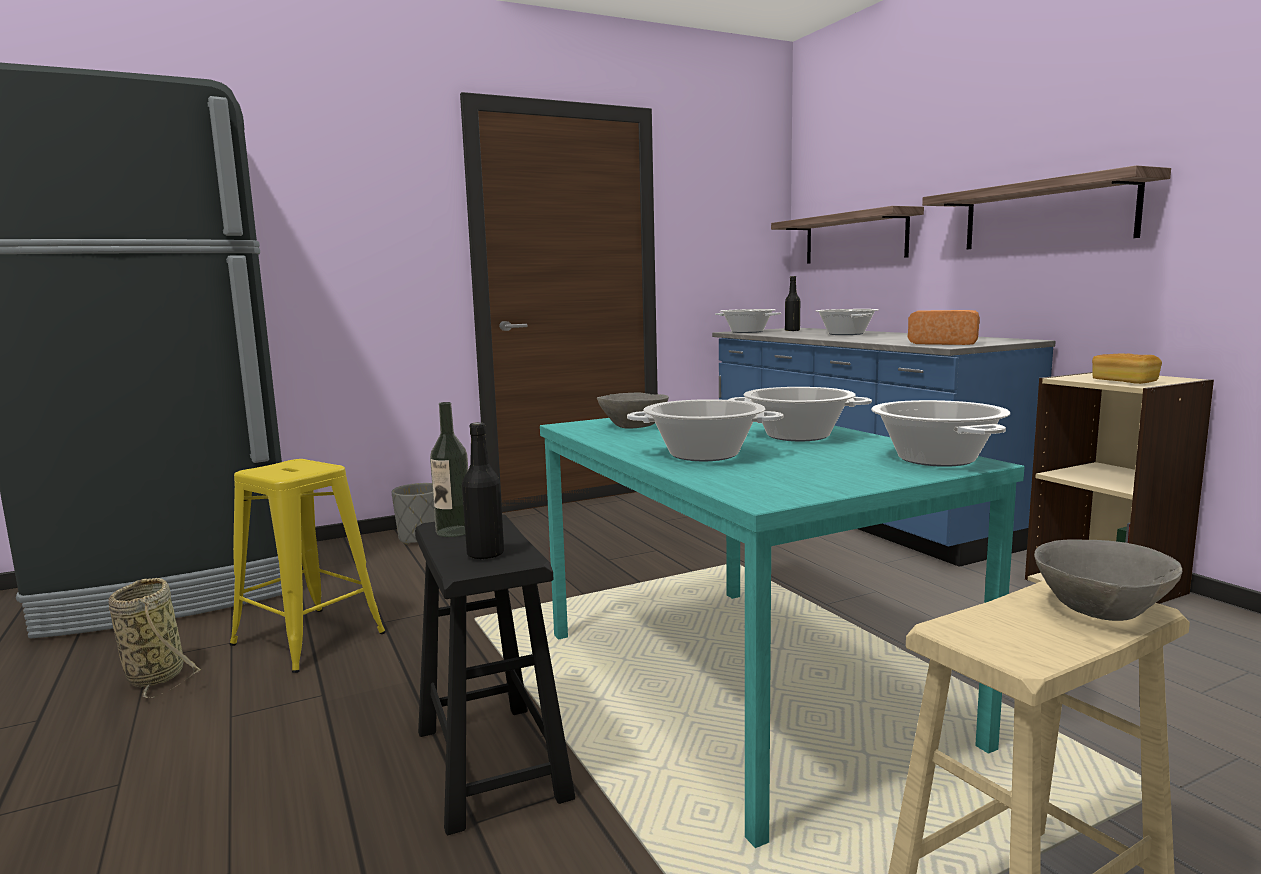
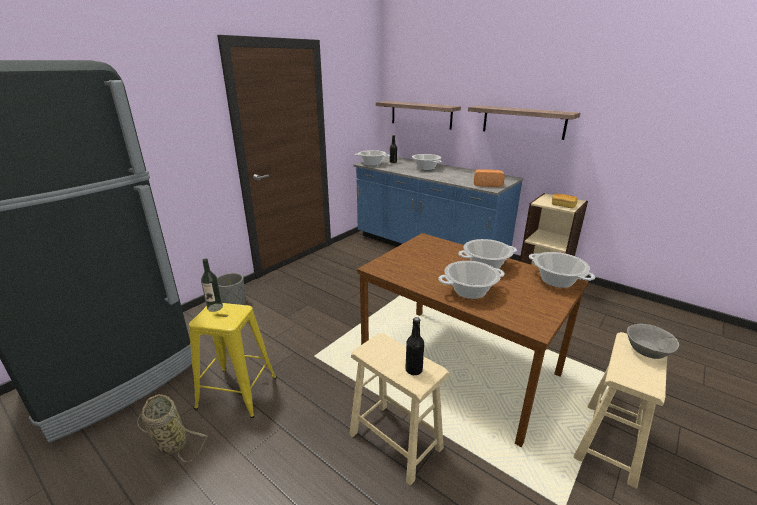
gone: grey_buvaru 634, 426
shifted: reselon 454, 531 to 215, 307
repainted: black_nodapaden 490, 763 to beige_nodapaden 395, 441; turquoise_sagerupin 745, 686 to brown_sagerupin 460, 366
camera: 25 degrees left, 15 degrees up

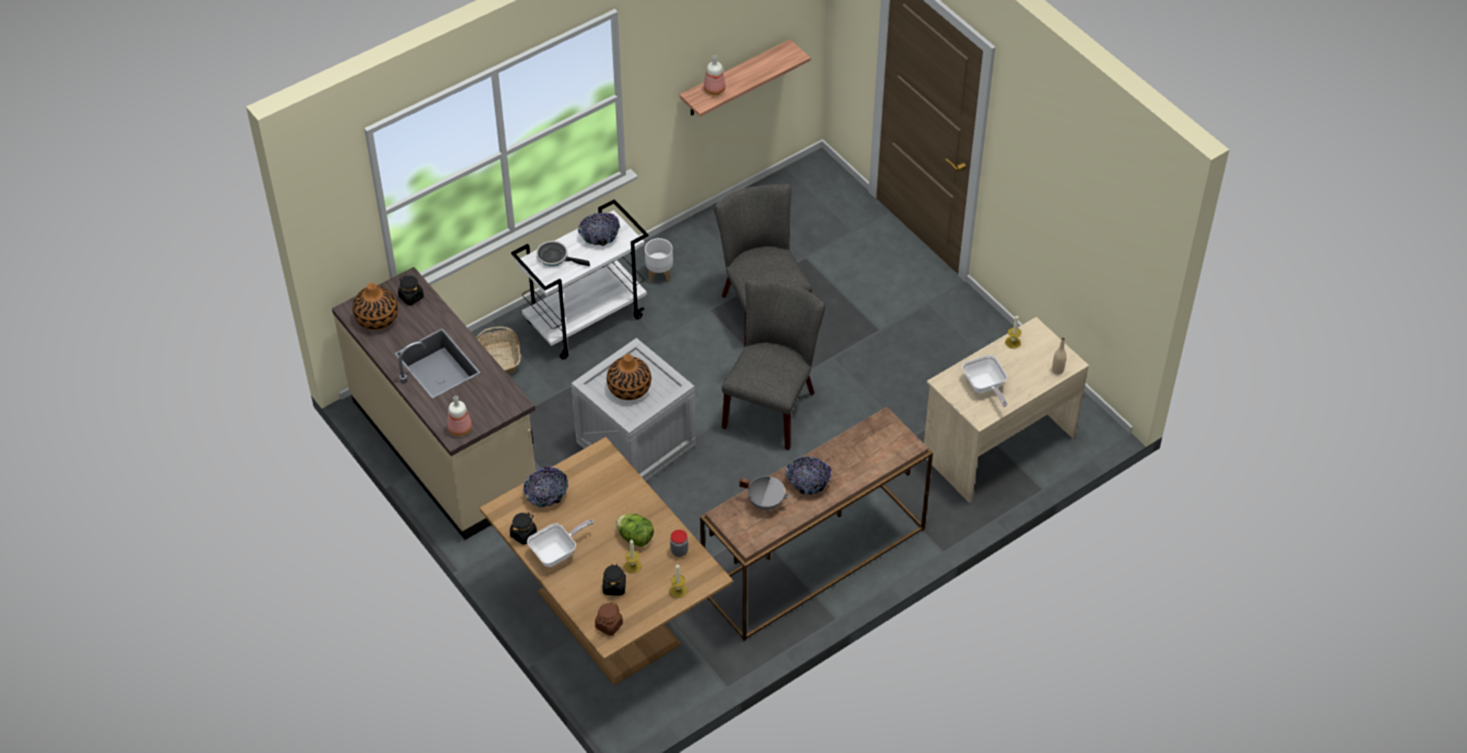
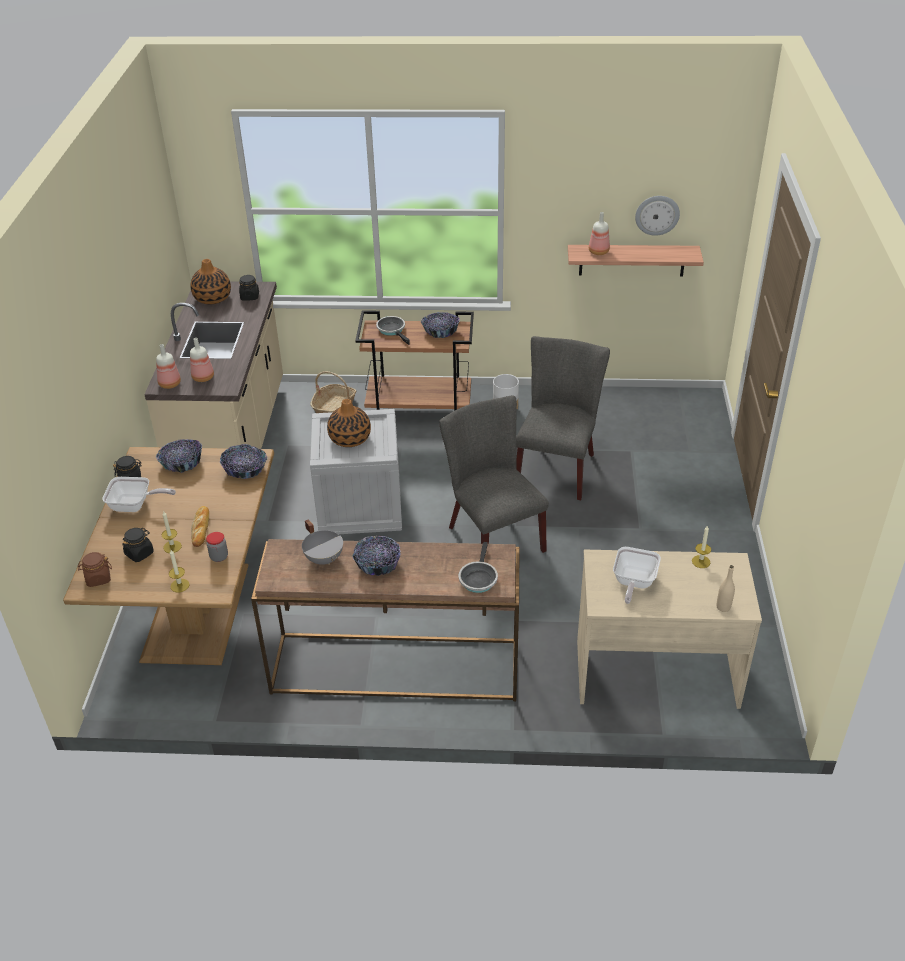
new: reselon 204, 377; buvaru 245, 469; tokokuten 478, 578; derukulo 657, 215
swapped: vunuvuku 635, 538 to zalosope 201, 528
repainted: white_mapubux 586, 319 to brown_mapubux 420, 412
rotated: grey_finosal 772, 405 = 491, 535 90 degrees counterclockwise
camera: 40 degrees right, 10 degrees down

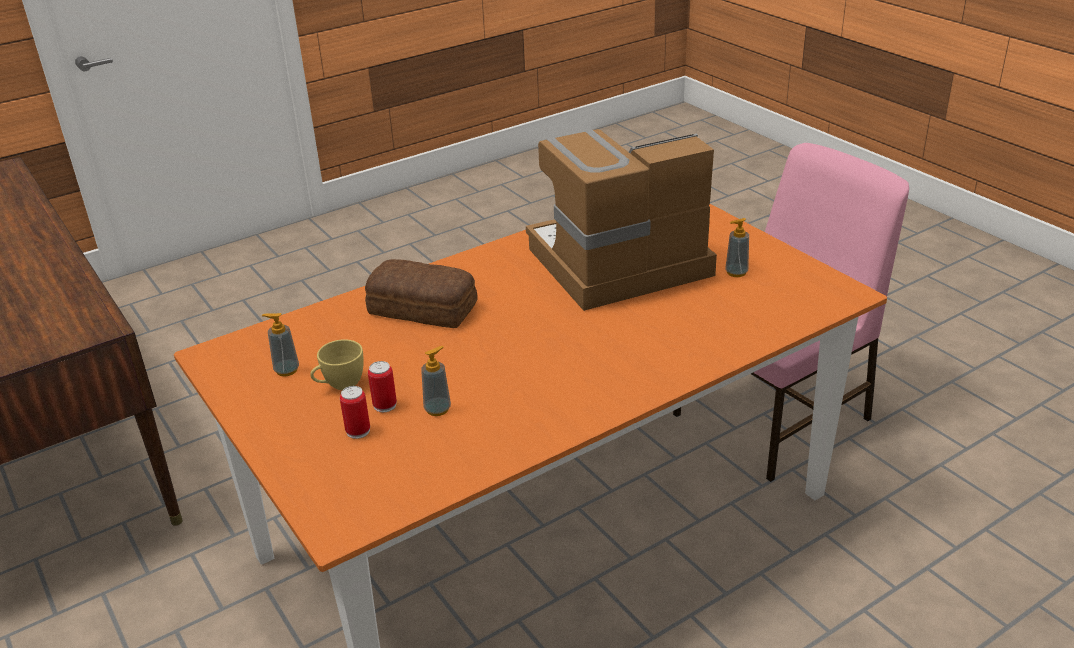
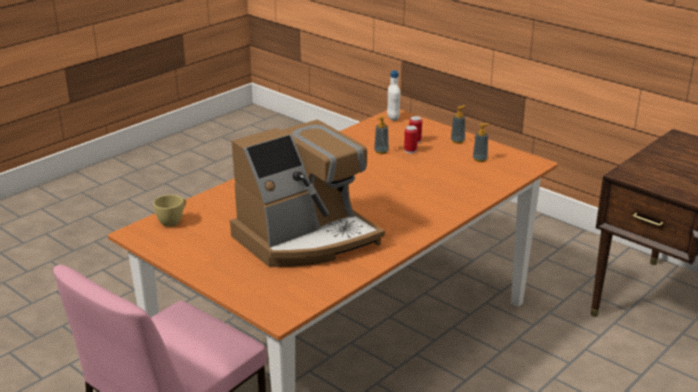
gone: zalosope 423, 309
new: white_reselon 393, 118
shifted: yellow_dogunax 339, 385 to 173, 221; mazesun 736, 272 to 457, 141
camera: 165 degrees right, 5 degrees down

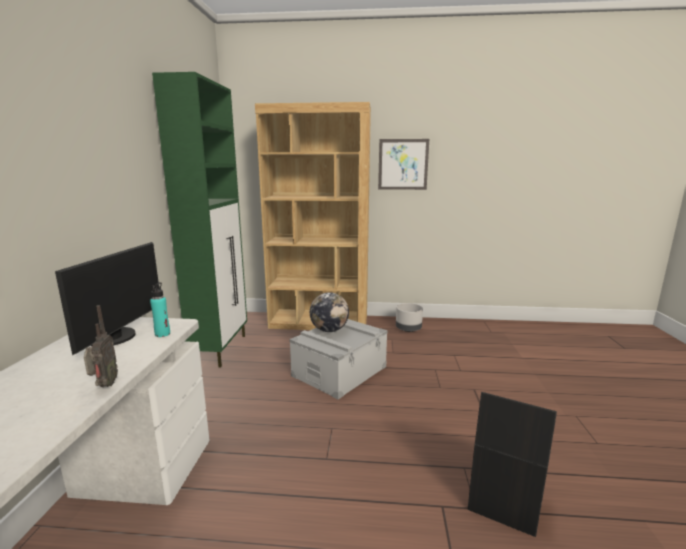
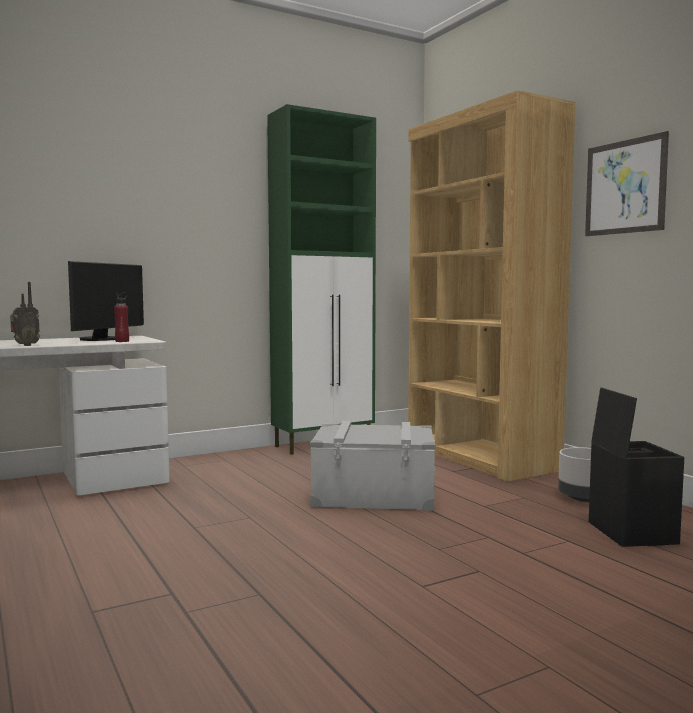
gone: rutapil 329, 330
shifted: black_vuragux 502, 503 to 630, 532
repainted: turquoise_reselon 162, 334 to red_reselon 122, 341
rotated: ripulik 116, 337 = 103, 339 45 degrees counterclockwise
camera: 55 degrees right, 10 degrees down

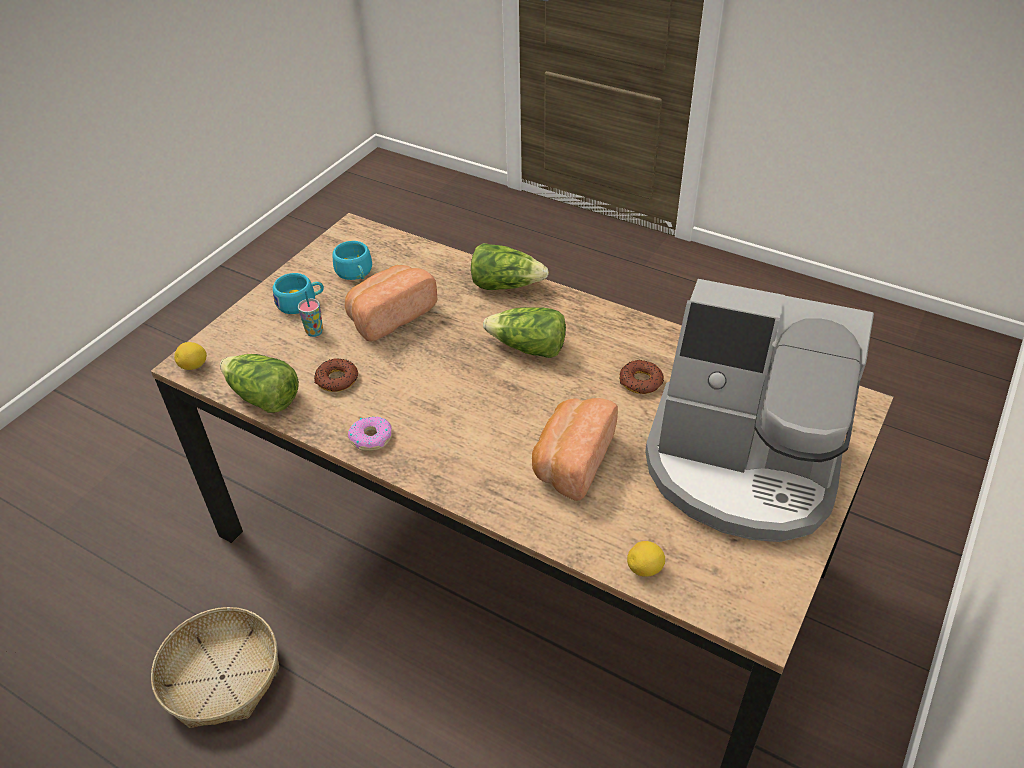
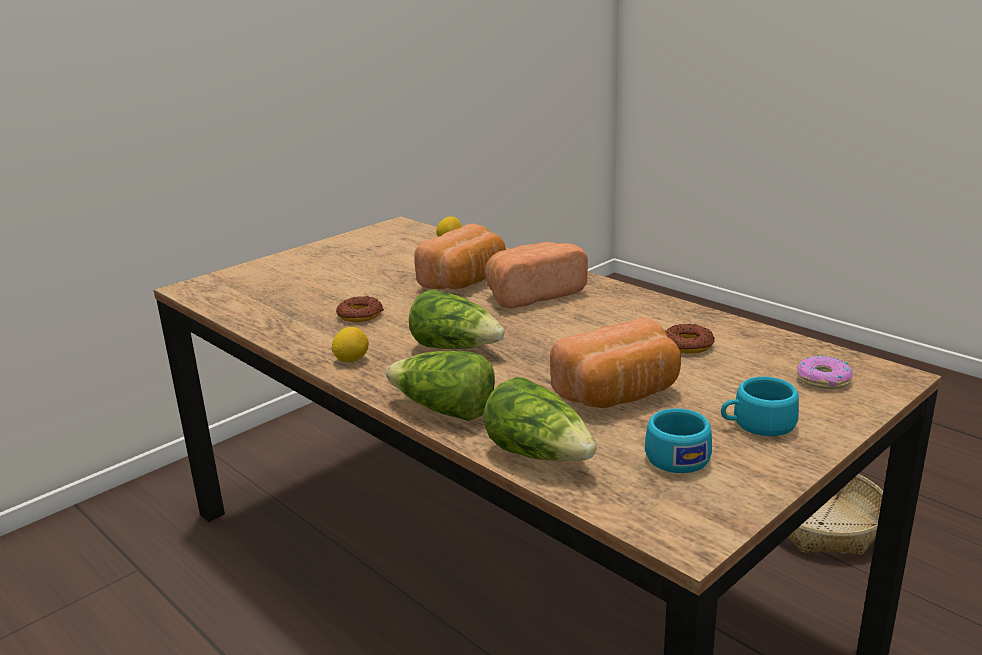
gone: dogunax 314, 332; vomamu 742, 466
new: zalosope 532, 294
shifted: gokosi 194, 366 to 351, 360; vunuvuku 263, 397 to 539, 455; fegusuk 371, 438 to 823, 380
camera: 165 degrees left, 20 degrees down

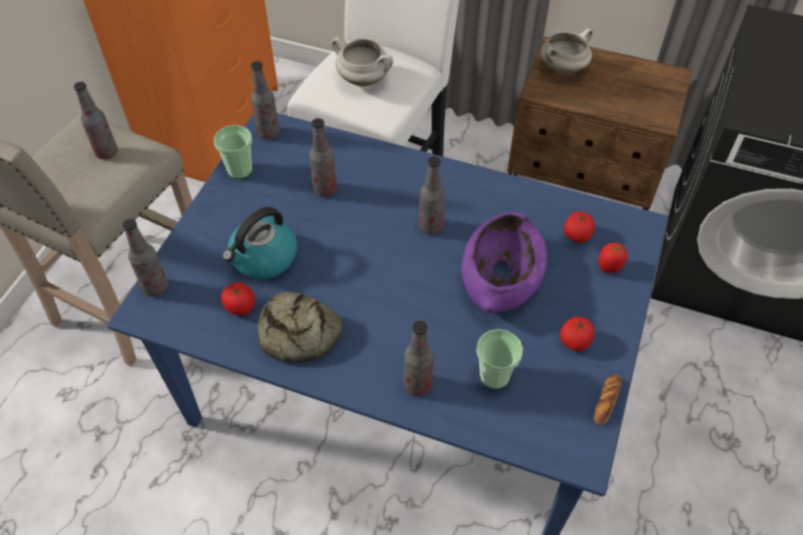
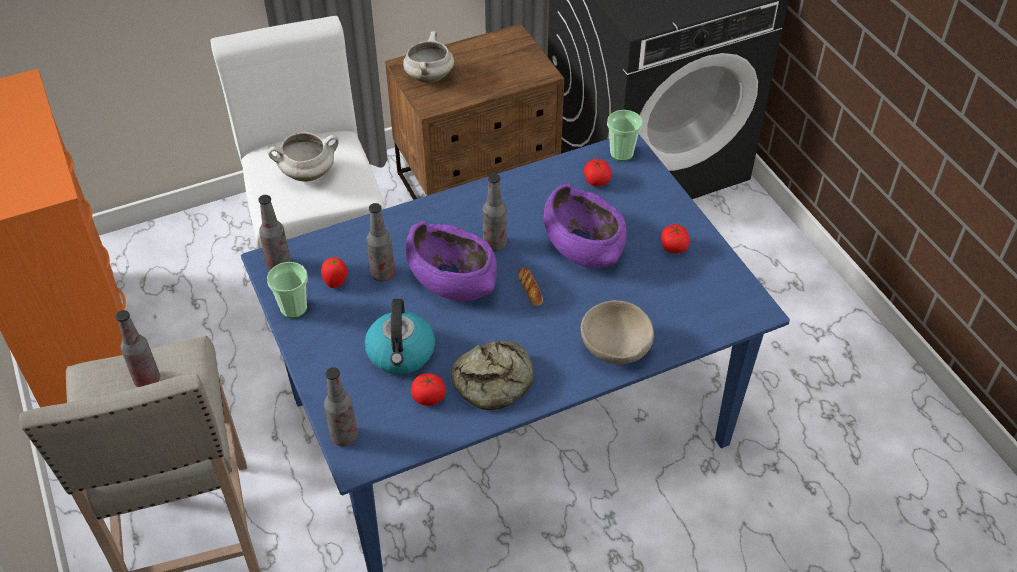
new: purple_buvaru 451, 277
shifted: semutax 609, 267 to 336, 282; zalosope 606, 401 to 530, 289; dogunax 494, 376 to 621, 153
swapped: reselon 417, 385 to beige_buvaru 614, 348
camera: 45 degrees left, 5 degrees down

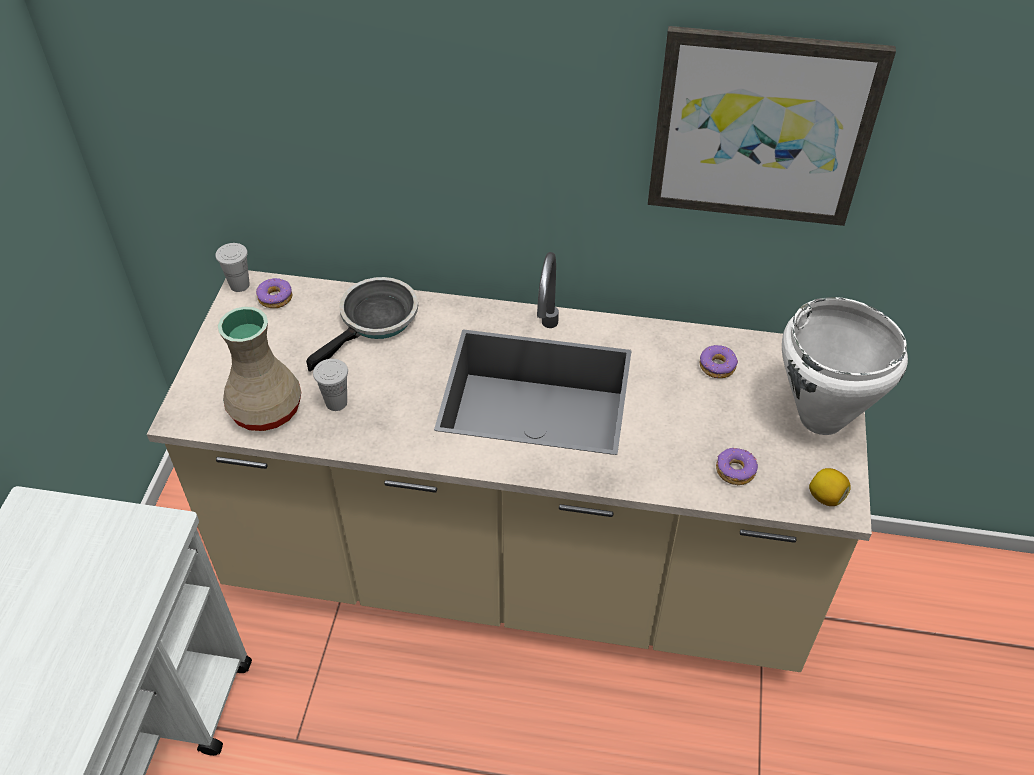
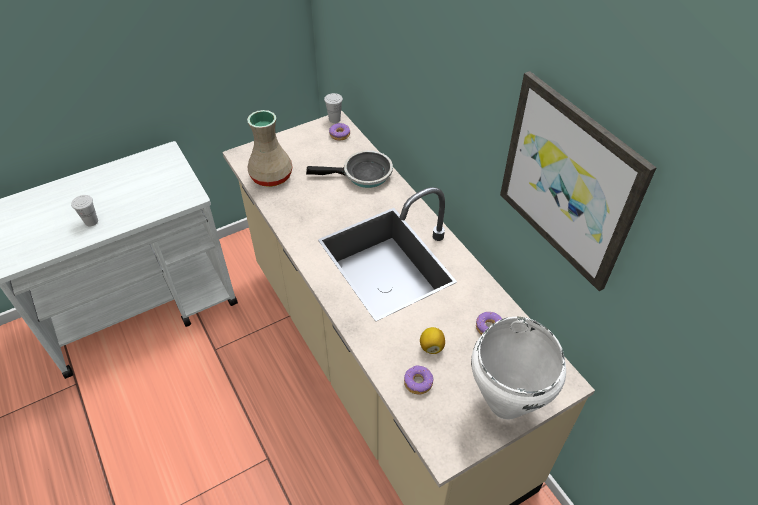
shifted: white_dogunax 336, 403 to 91, 221; gokosi 826, 497 to 431, 347
camera: 50 degrees right, 0 degrees up

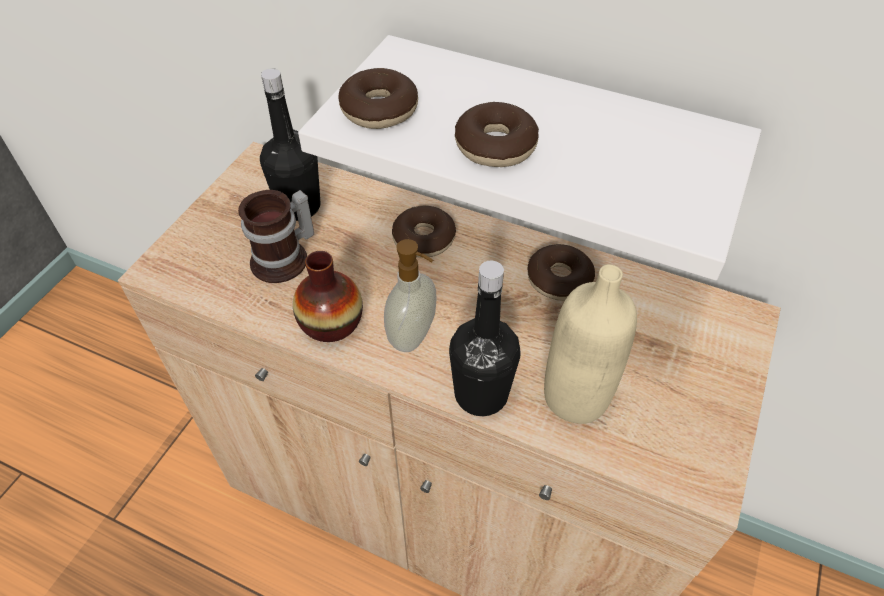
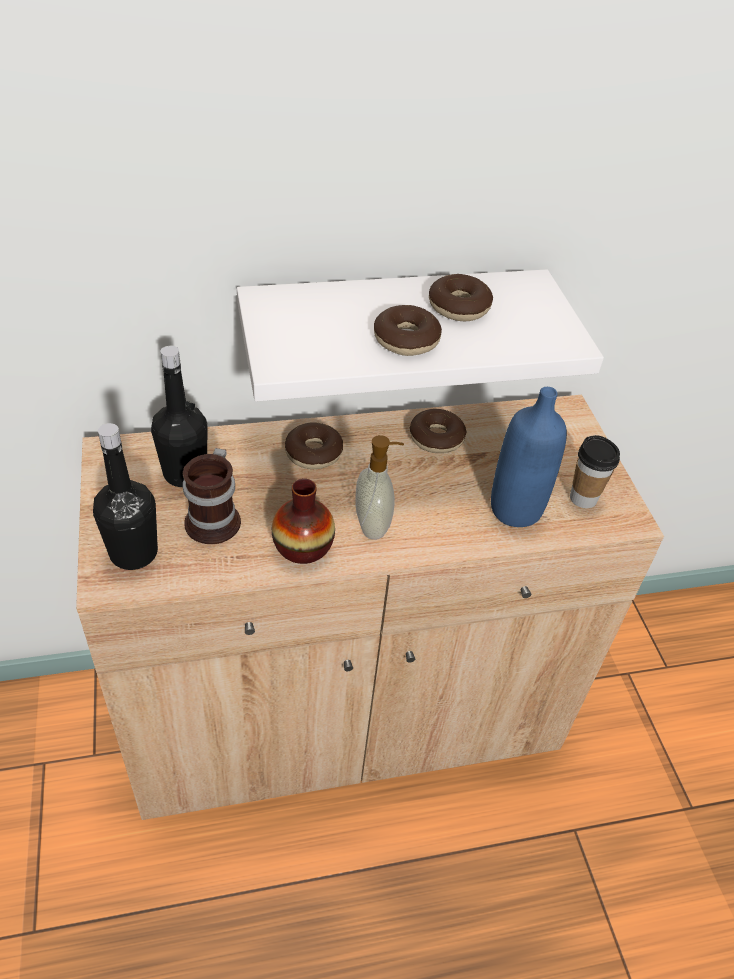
new: dogunax 583, 498
shifted: black_reselon 481, 394 to 133, 553; fegusuk 379, 110 to 458, 307
repainted: beige_reselon 576, 397 to blue_reselon 515, 509
camera: 40 degrees left, 5 degrees down

